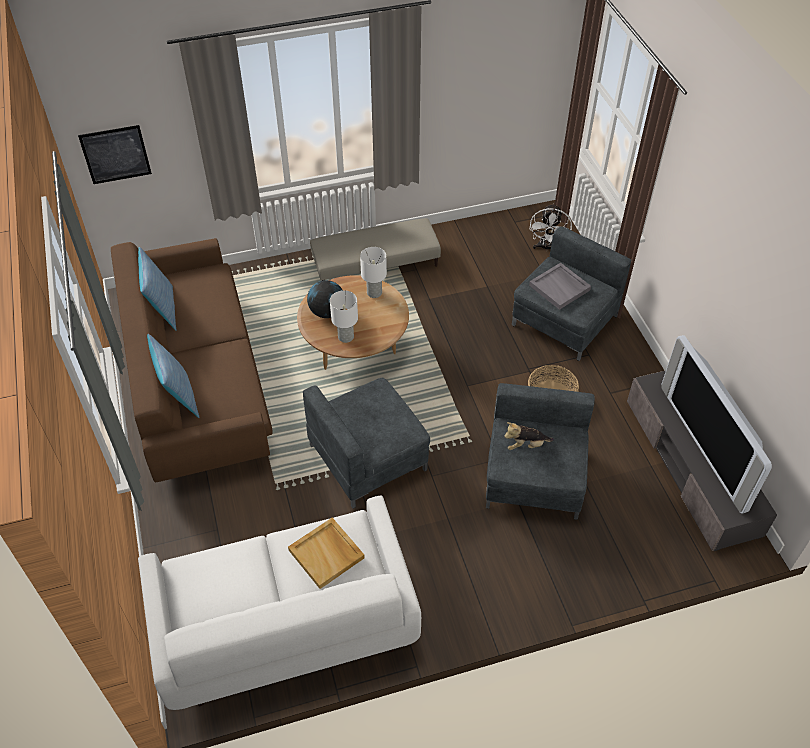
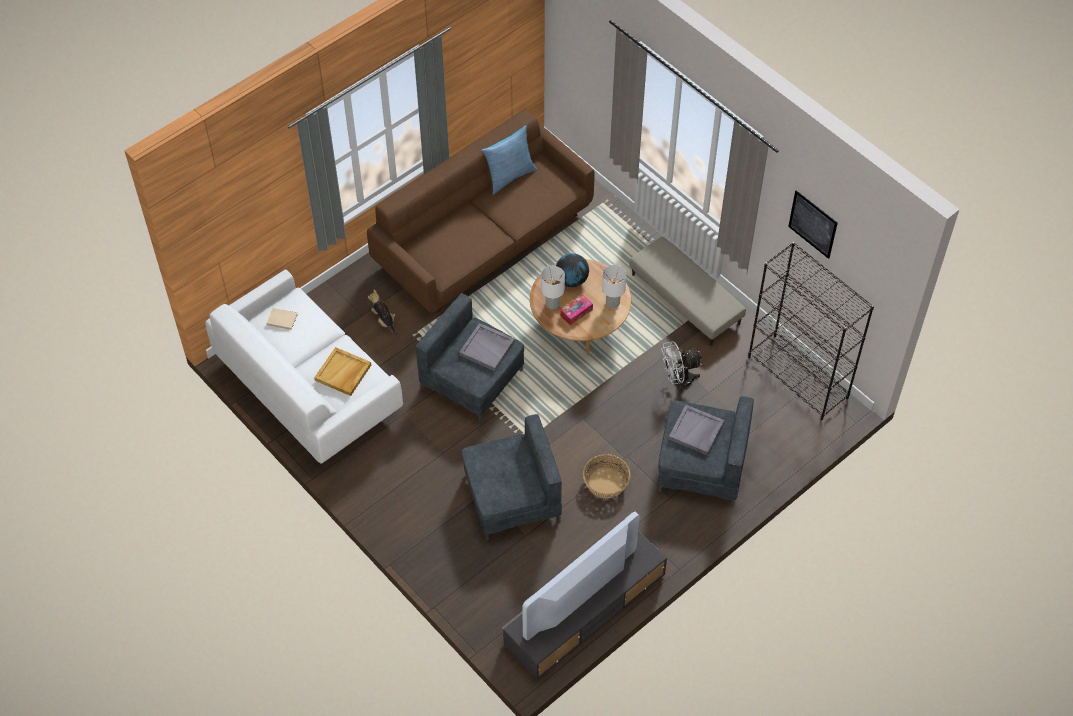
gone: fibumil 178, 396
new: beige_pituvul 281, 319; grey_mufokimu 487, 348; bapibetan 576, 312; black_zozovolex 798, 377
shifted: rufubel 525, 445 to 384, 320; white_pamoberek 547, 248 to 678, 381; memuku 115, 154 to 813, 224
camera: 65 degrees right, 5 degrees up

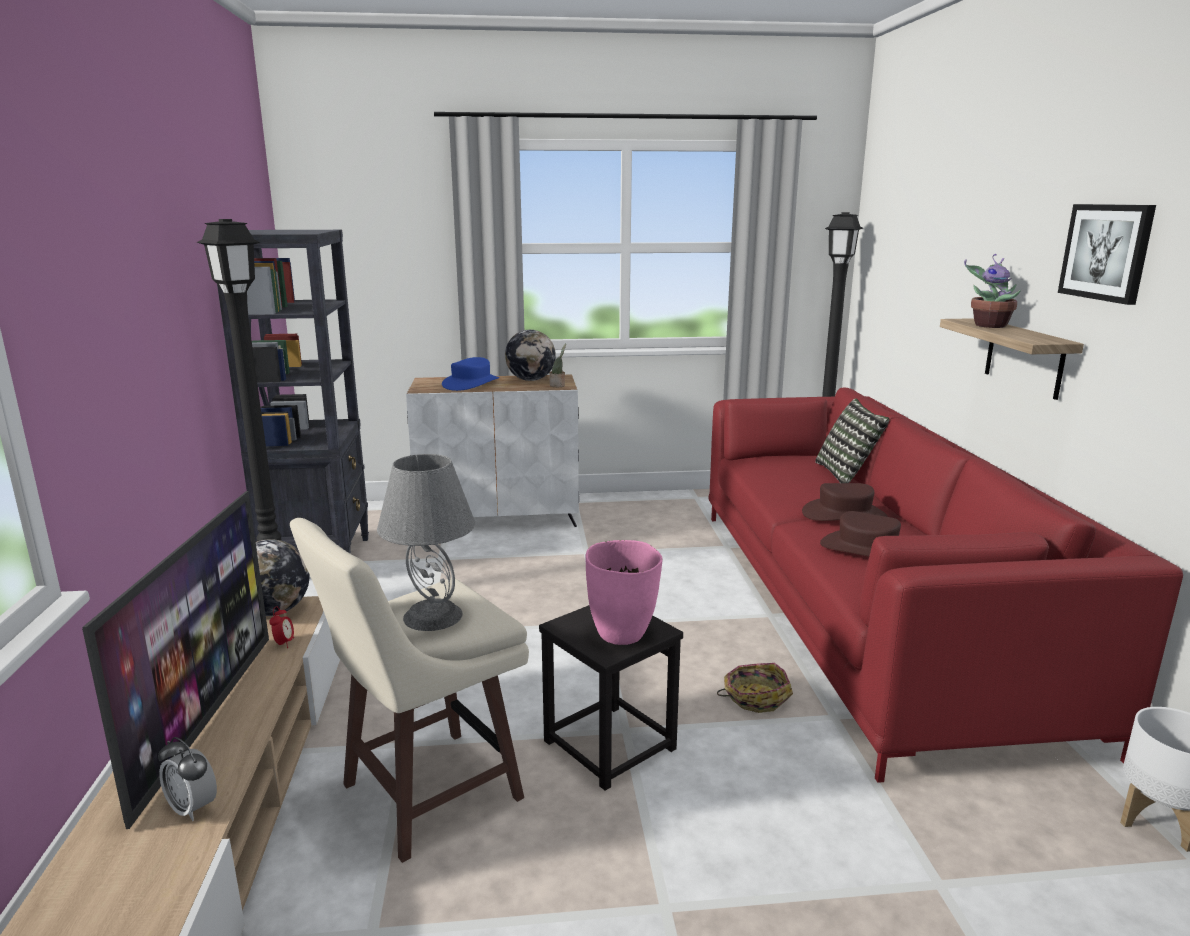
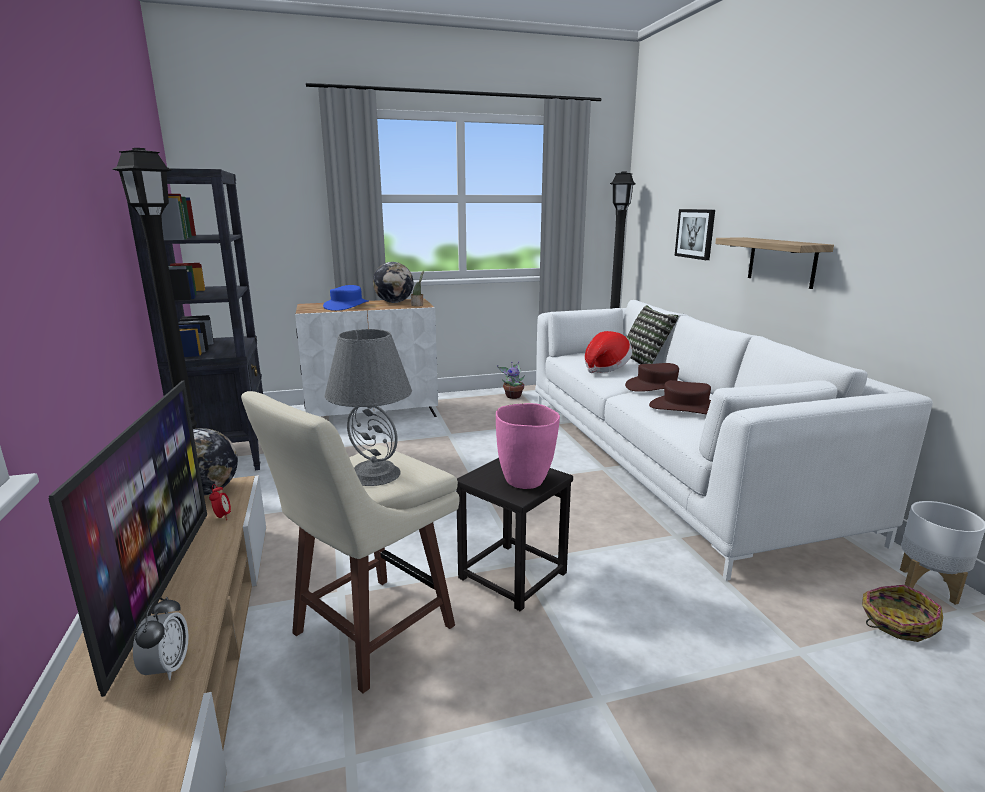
new: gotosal 605, 368
shifted: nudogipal 988, 325 to 513, 396; memuku 1107, 252 to 695, 233; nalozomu 755, 697 to 896, 623
repainted: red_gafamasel 862, 608 to white_gafamasel 668, 459
rotated: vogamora 193, 808 = 167, 668 120 degrees counterclockwise
camera: 10 degrees left, 0 degrees up

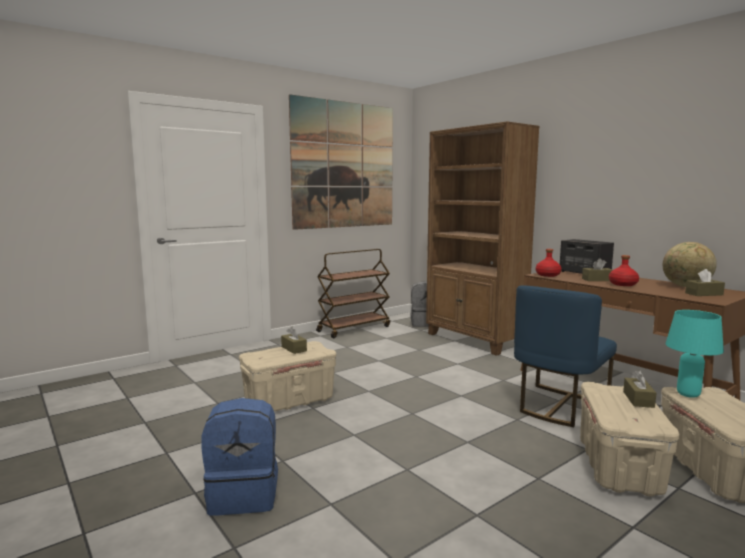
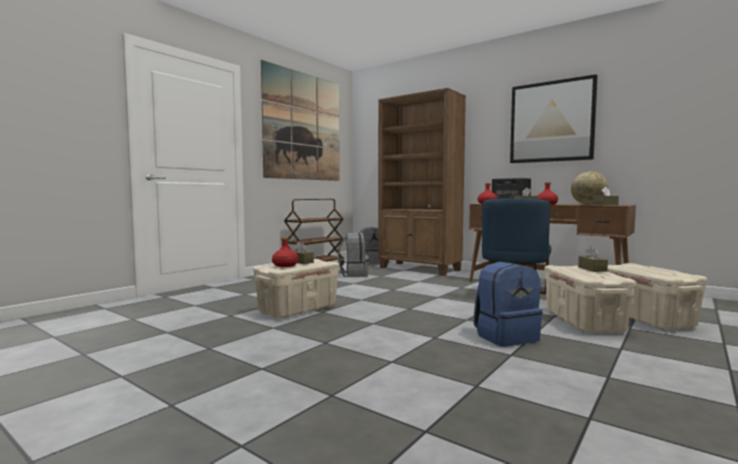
gone: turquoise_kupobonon 687, 394
new: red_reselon 285, 265; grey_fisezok 353, 274; memuku 551, 122
shifted: blue_fisezok 244, 495 to 505, 337
camera: 15 degrees left, 5 degrees down

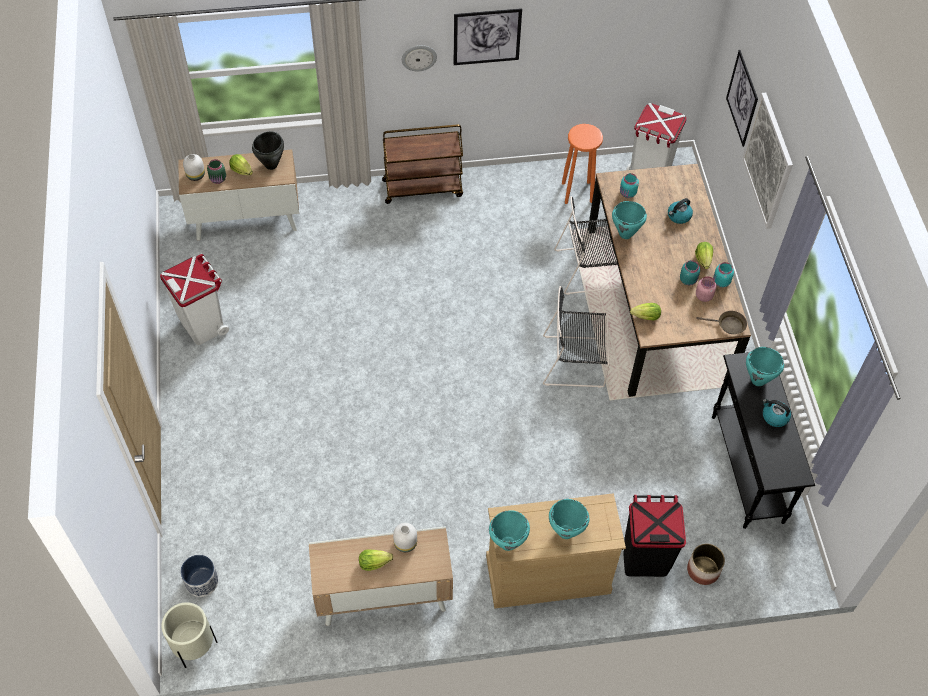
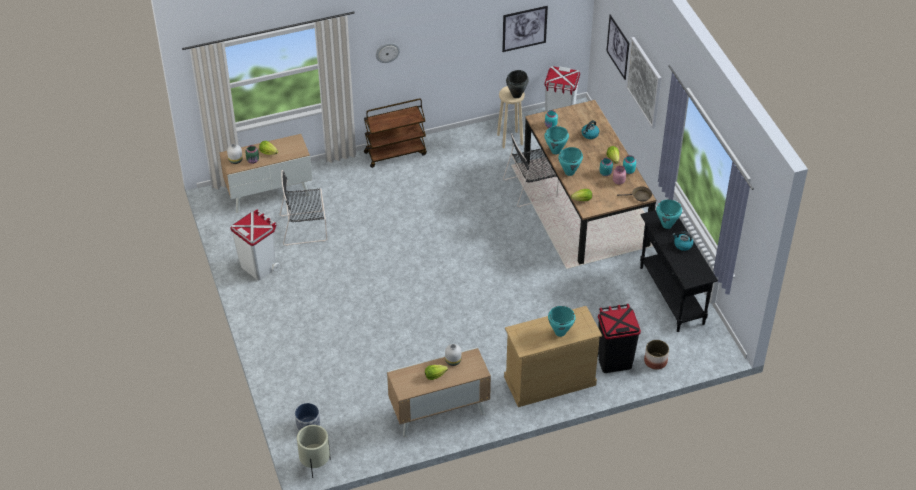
shifted: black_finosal 576, 361 to 305, 228; memuku 487, 36 to 524, 28; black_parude 271, 165 to 517, 95; turquoise_parude 508, 544 to 569, 172
repainted: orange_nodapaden 577, 192 to beige_nodapaden 510, 139
camera: 10 degrees left, 10 degrees down

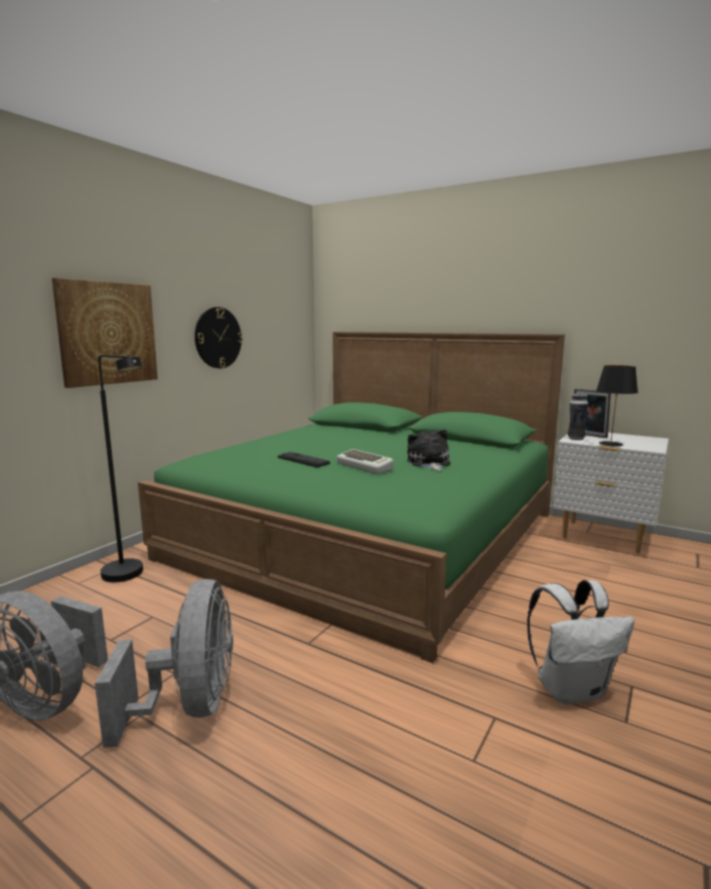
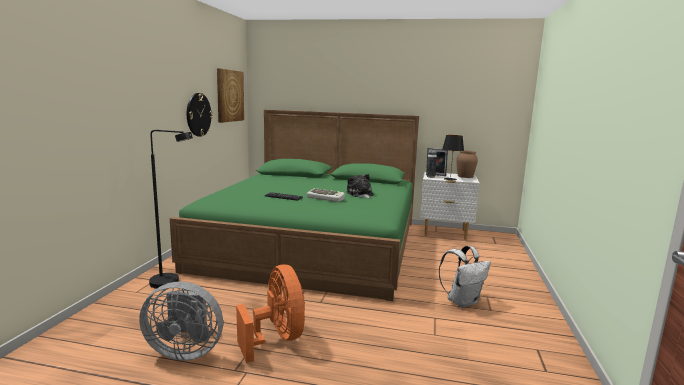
new: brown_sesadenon 465, 176
shifted: memuku 107, 333 to 229, 96
repainted: grey_pamoberek 190, 705 to orange_pamoberek 277, 338
camera: 20 degrees left, 0 degrees up

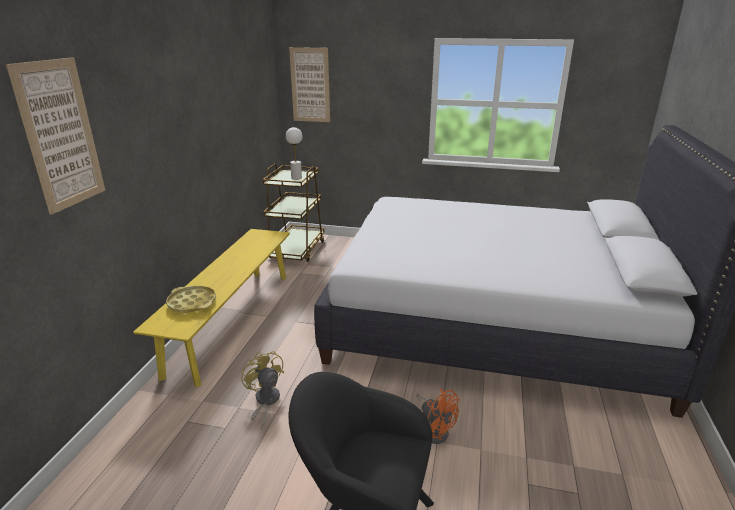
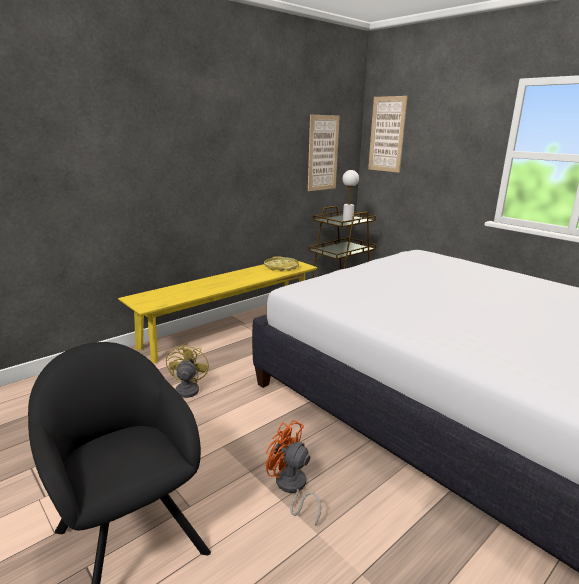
shifted: yellow_mufokimu 192, 303 to 281, 267; memuku 60, 135 to 323, 153
rotated: orange_pamoberek 434, 430 = 291, 488 135 degrees clockwise
camera: 35 degrees right, 5 degrees down

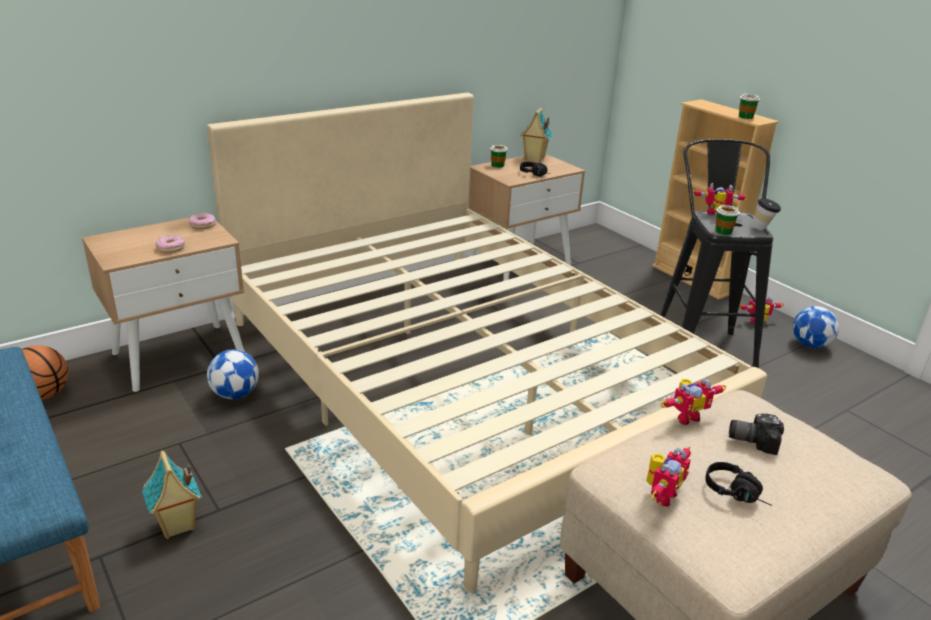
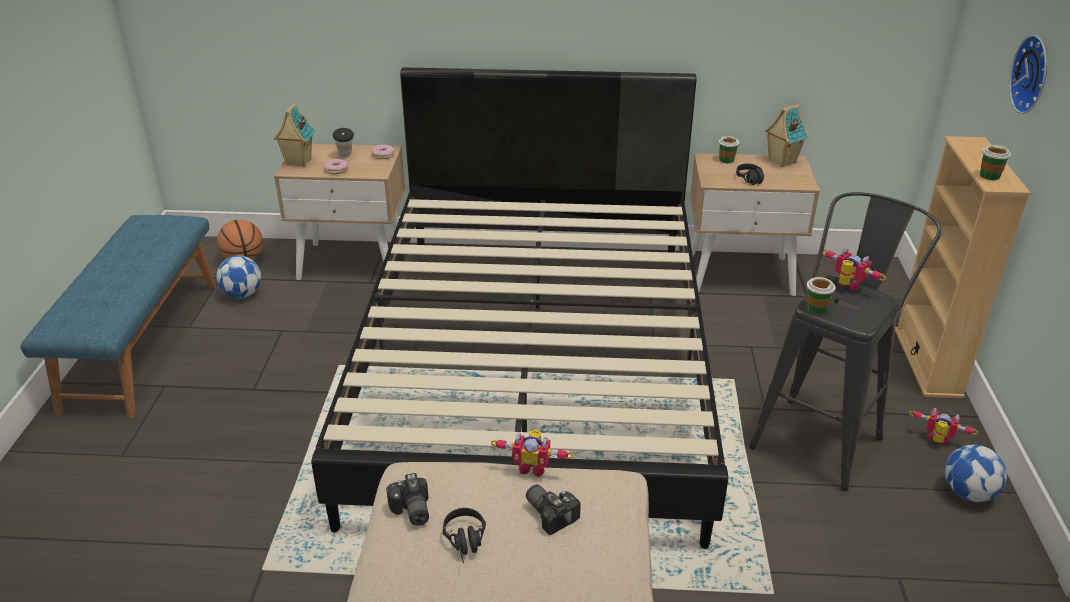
new: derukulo 1034, 74
shifted: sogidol 235, 394 to 242, 294; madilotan 177, 526 to 298, 162; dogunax 762, 229 to 345, 156
swapped: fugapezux 660, 495 to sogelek 410, 511
repainted: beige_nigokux 462, 377 to black_nigokux 536, 367
camera: 40 degrees right, 5 degrees up

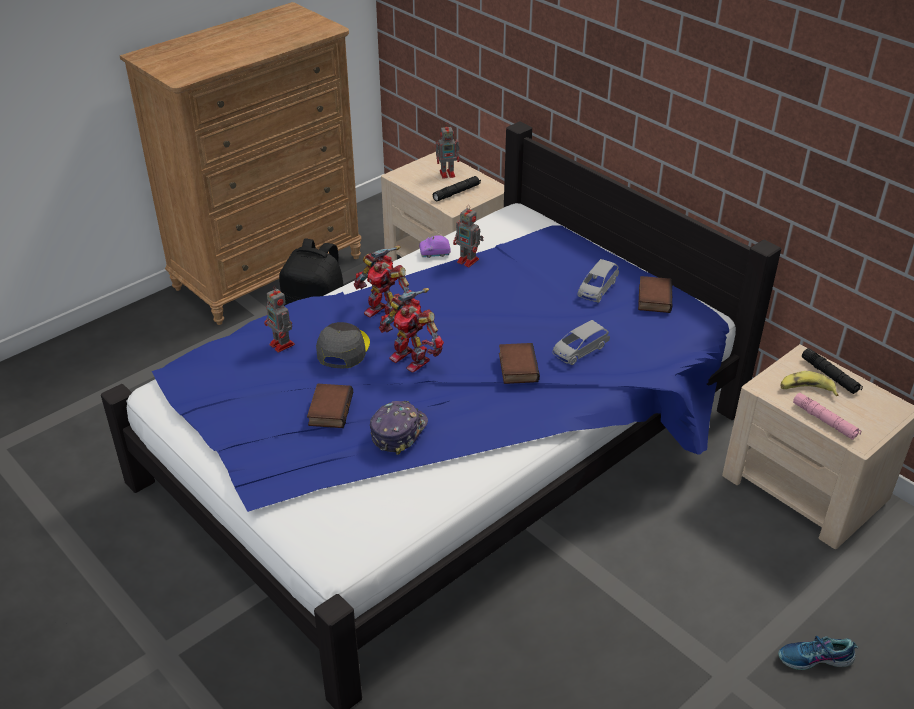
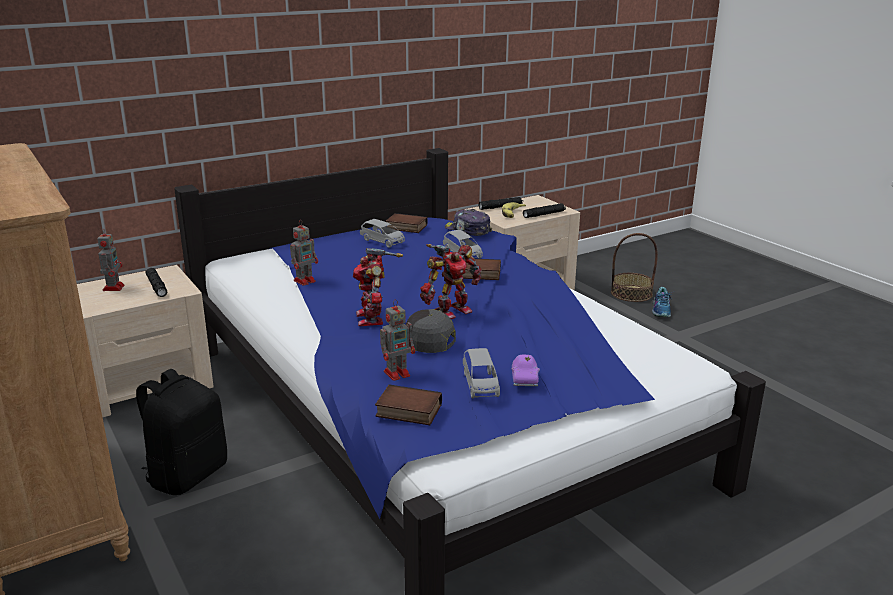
new: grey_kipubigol 480, 385; nalozomu 631, 293
shifted: pituvul 329, 409 to 407, 411; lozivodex 398, 431 to 467, 230; purple_kipubigol 435, 253 to 525, 379
repainted: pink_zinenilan 825, 421 to black_zinenilan 544, 214
rotated: fugapezux 385, 313 = 372, 318 120 degrees clockwise
camera: 80 degrees left, 15 degrees down

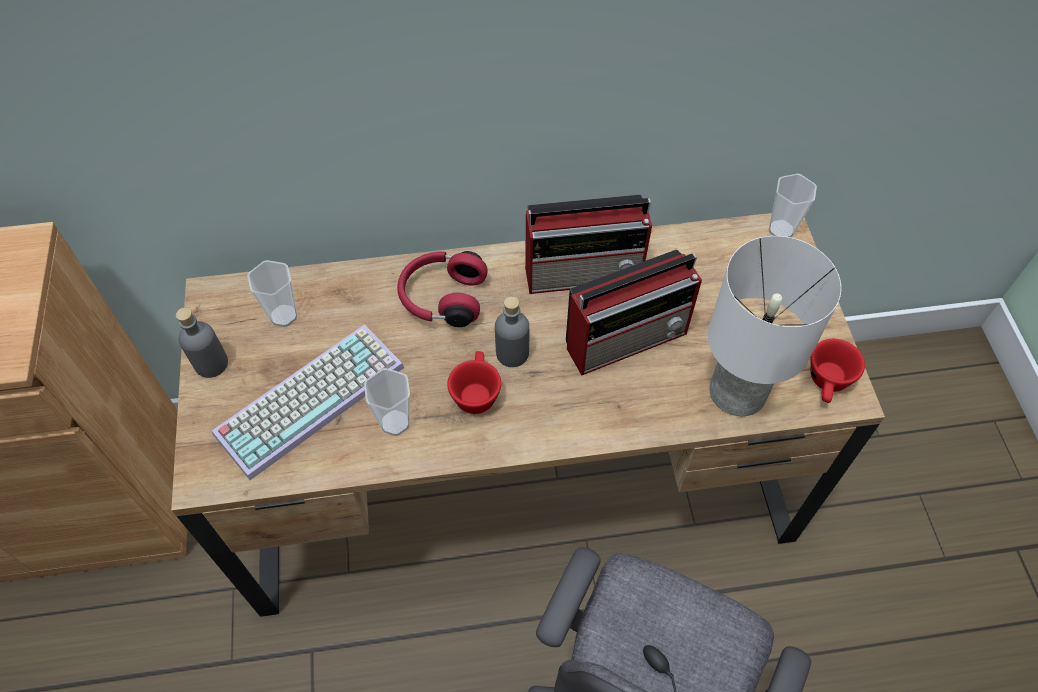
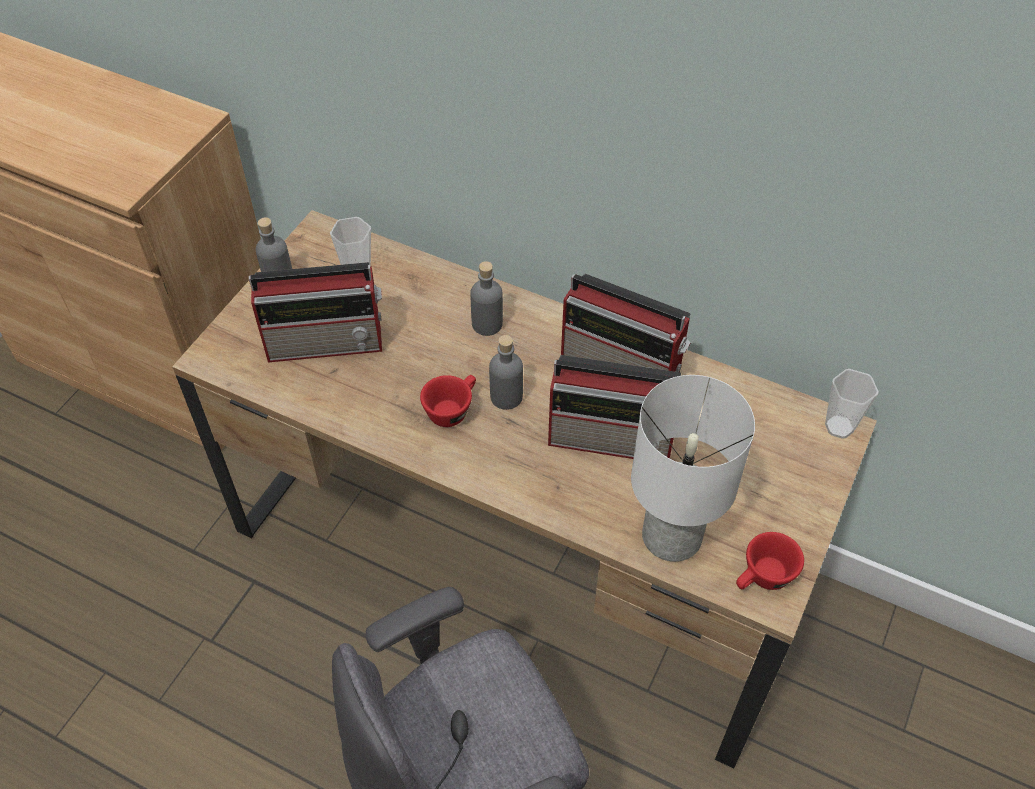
gone: dogunax 395, 422
swapped: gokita 310, 396 to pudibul 328, 342; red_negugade 442, 298 to grey_reselon 487, 324
camera: 35 degrees right, 5 degrees down

